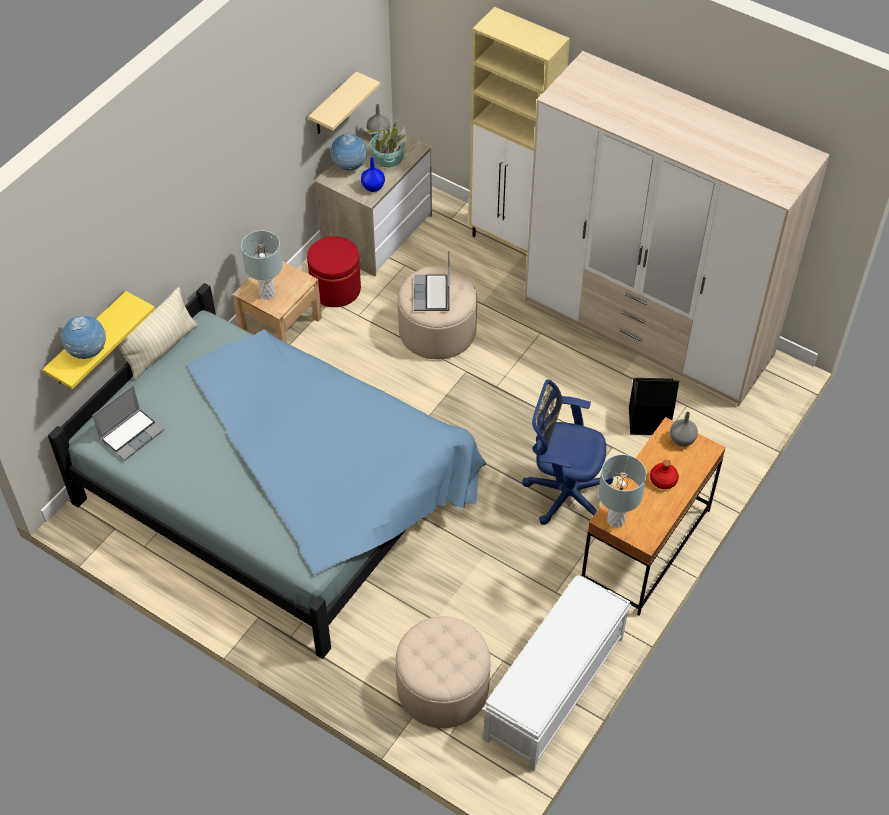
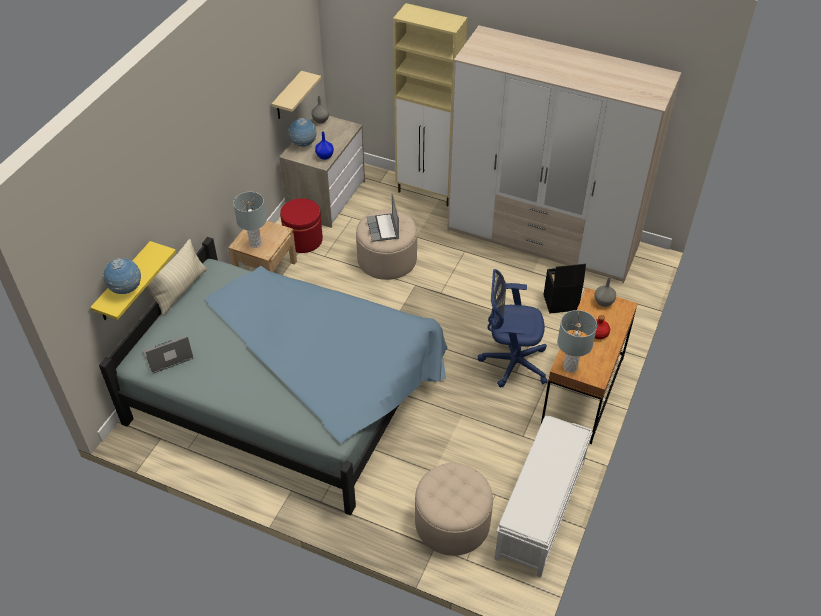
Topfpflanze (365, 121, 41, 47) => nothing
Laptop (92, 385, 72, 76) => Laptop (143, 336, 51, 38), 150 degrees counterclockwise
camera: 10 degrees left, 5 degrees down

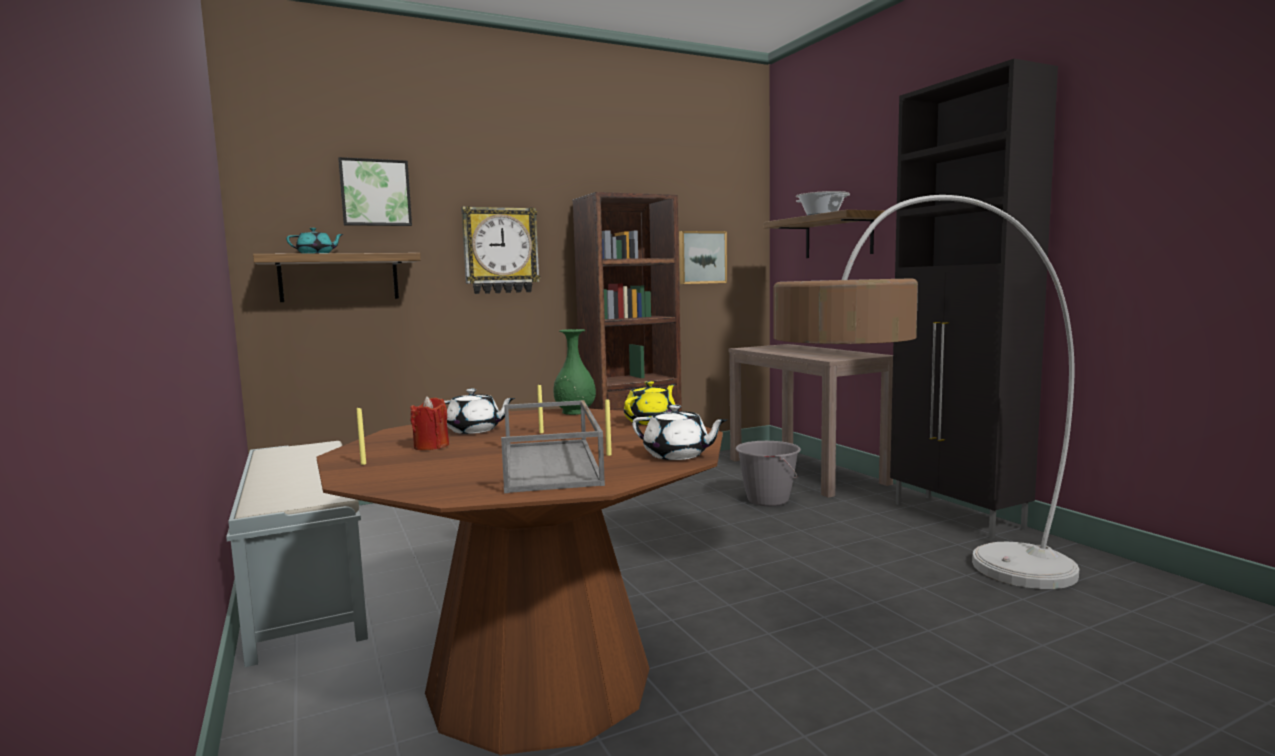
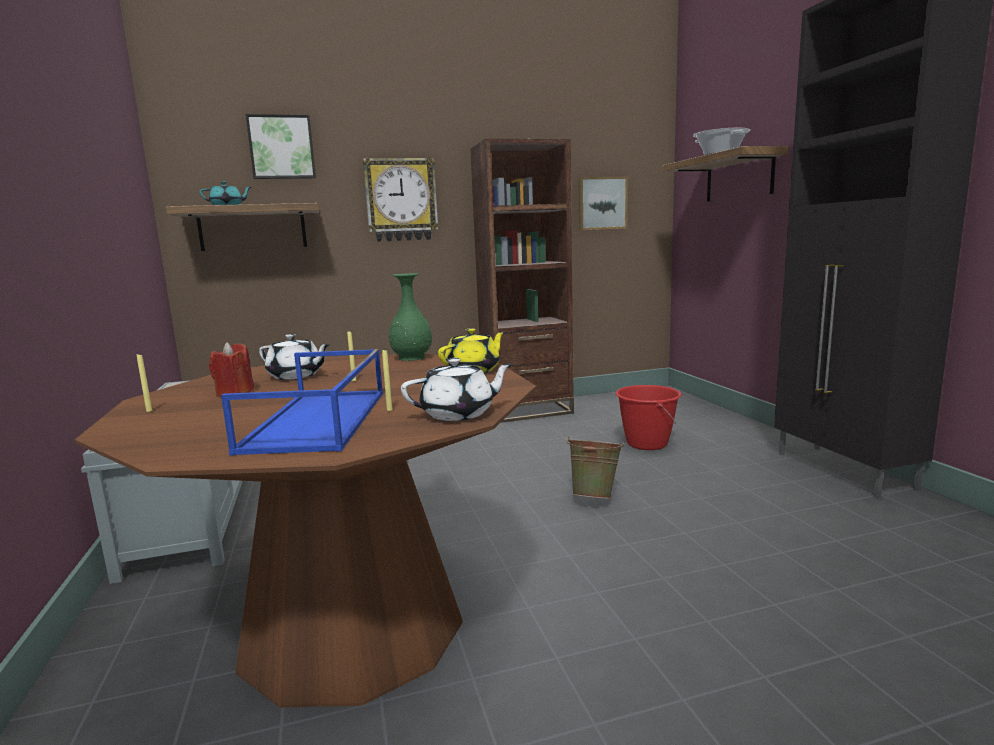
Konsolentisch [braun] (729, 344, 164, 154) => nothing
Stehlampe (774, 195, 305, 394) => nothing
nothing => Eimer [grün] (566, 437, 59, 62)
Tablett [grau] (501, 400, 104, 93) => Tablett [blau] (221, 349, 162, 107)
Eimer [grau] (735, 441, 66, 65) => Eimer [rot] (616, 385, 65, 65)
Teekanne [weiß] (632, 405, 95, 55) => Teekanne [weiß] (401, 358, 112, 63), 60 degrees counterclockwise
camera: 10 degrees right, 5 degrees up

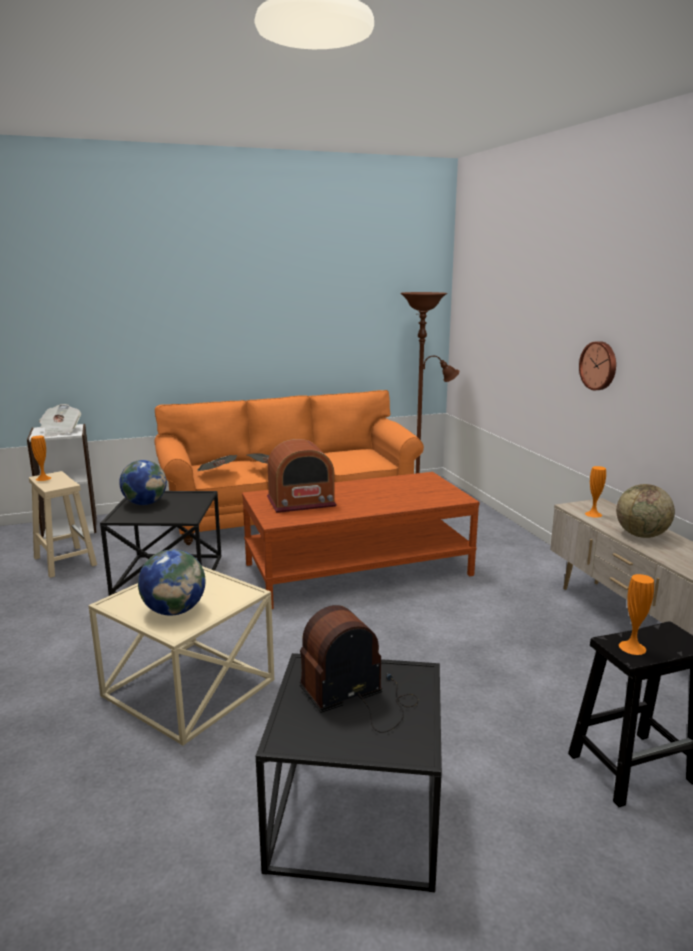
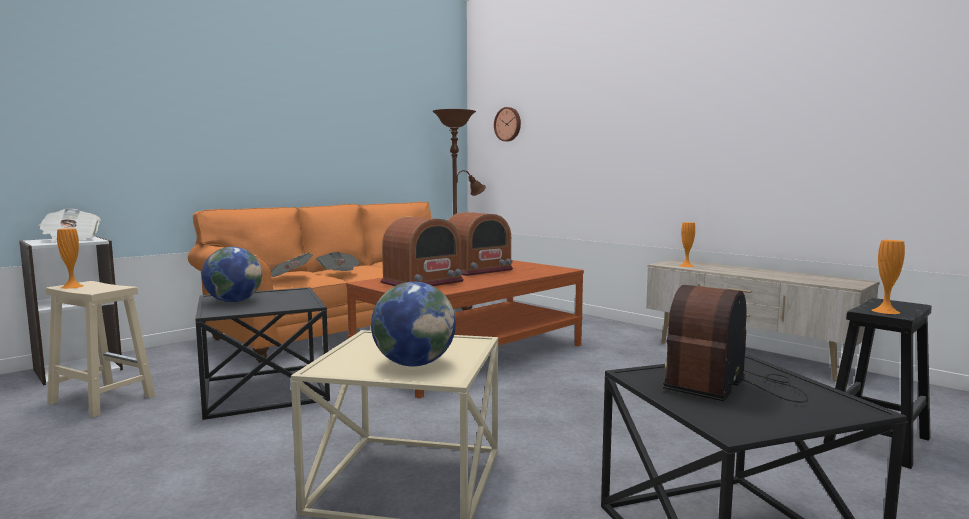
Globus (616, 484, 59, 54) => nothing
nothing => Radio (448, 212, 65, 64)
Wanduhr (579, 341, 37, 49) => Wanduhr (494, 107, 27, 35), moved
camera: 25 degrees left, 10 degrees down

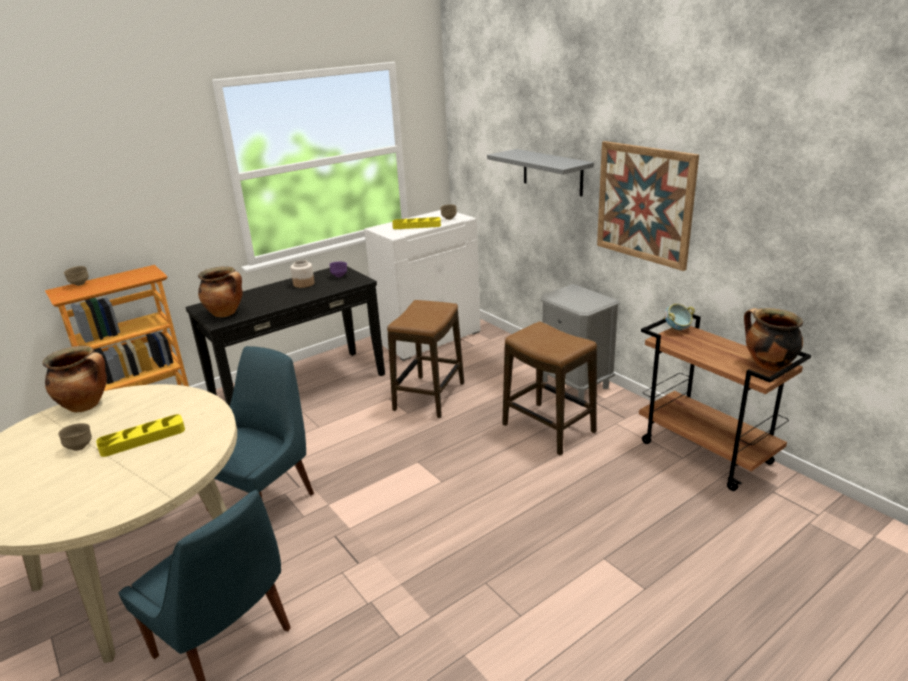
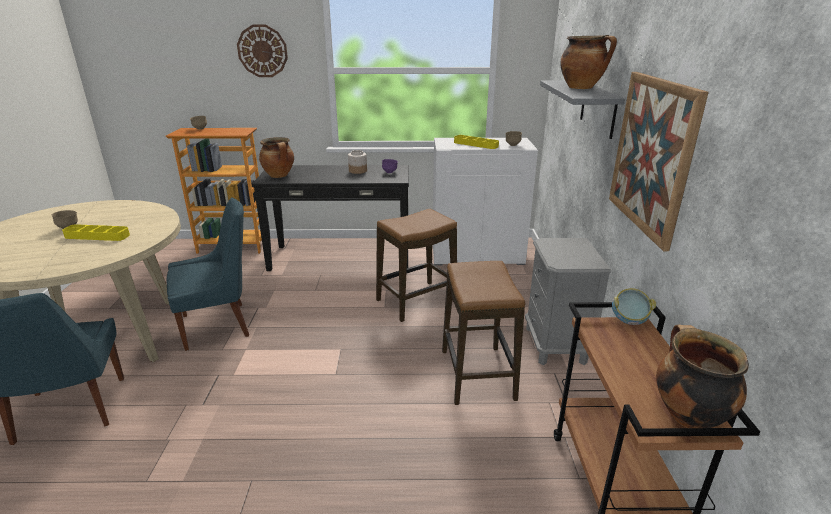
nothing => Wanduhr (237, 25, 51, 52)
Kochtopf (43, 346, 64, 66) => Kochtopf (560, 35, 57, 54), moved
camera: 35 degrees right, 0 degrees up

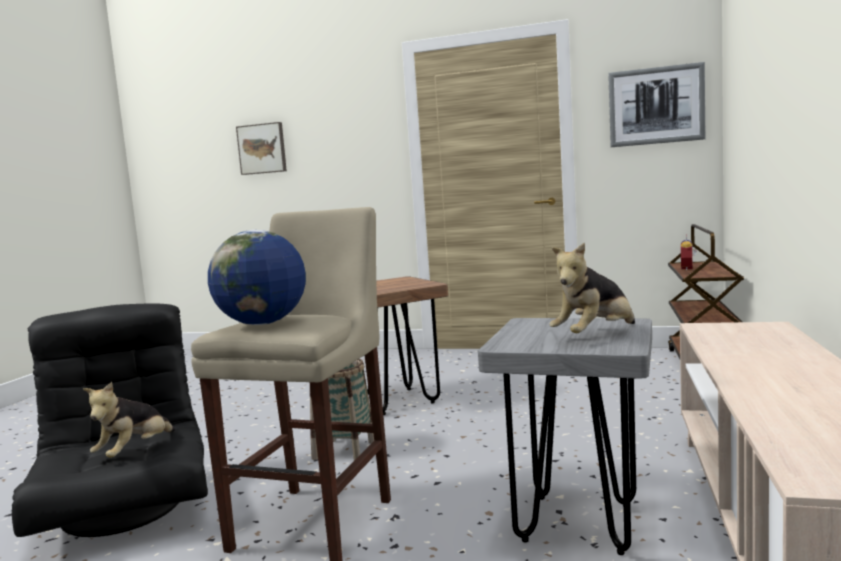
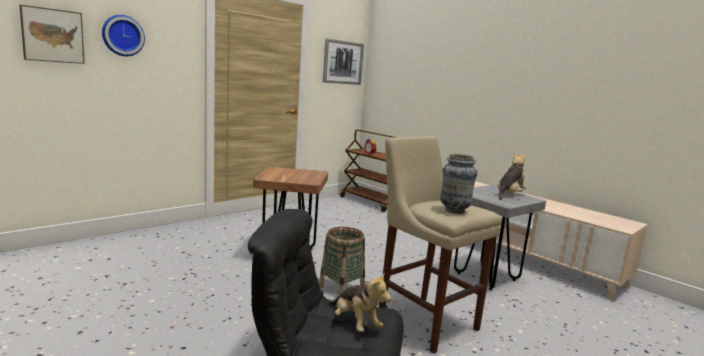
nothing => Wanduhr (102, 15, 43, 41)
Globus (208, 230, 98, 95) => Vase (440, 154, 37, 60)
Plüschtier (549, 242, 86, 91) => Plüschtier (497, 152, 29, 48), 135 degrees counterclockwise
camera: 60 degrees left, 5 degrees up

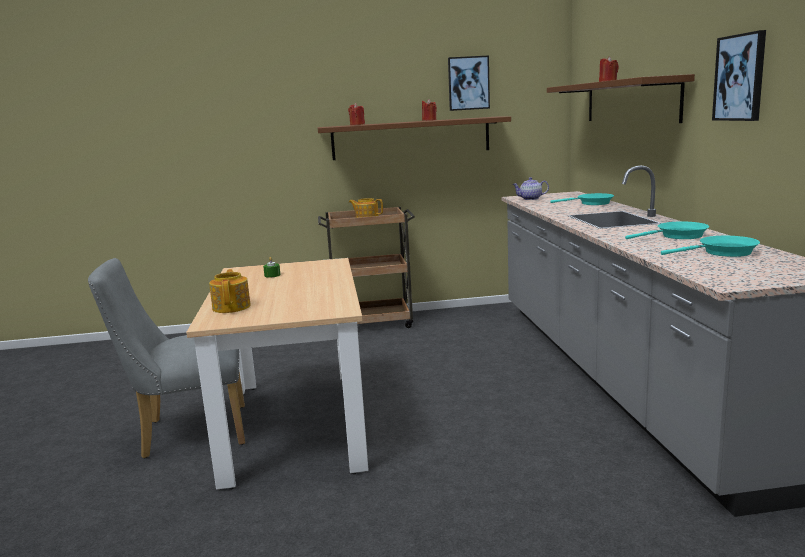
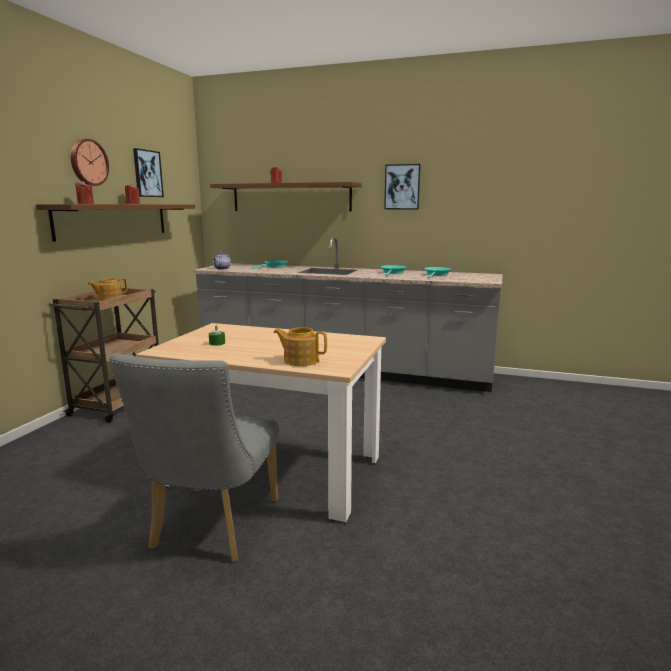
nothing => Wanduhr (71, 139, 38, 47)
camera: 65 degrees left, 0 degrees up

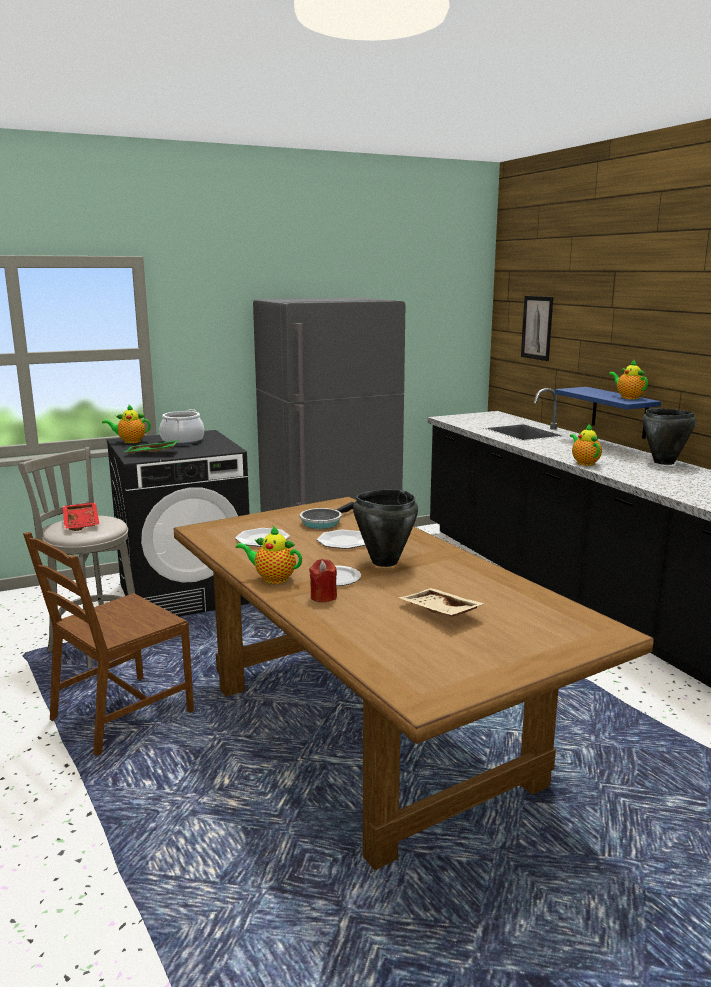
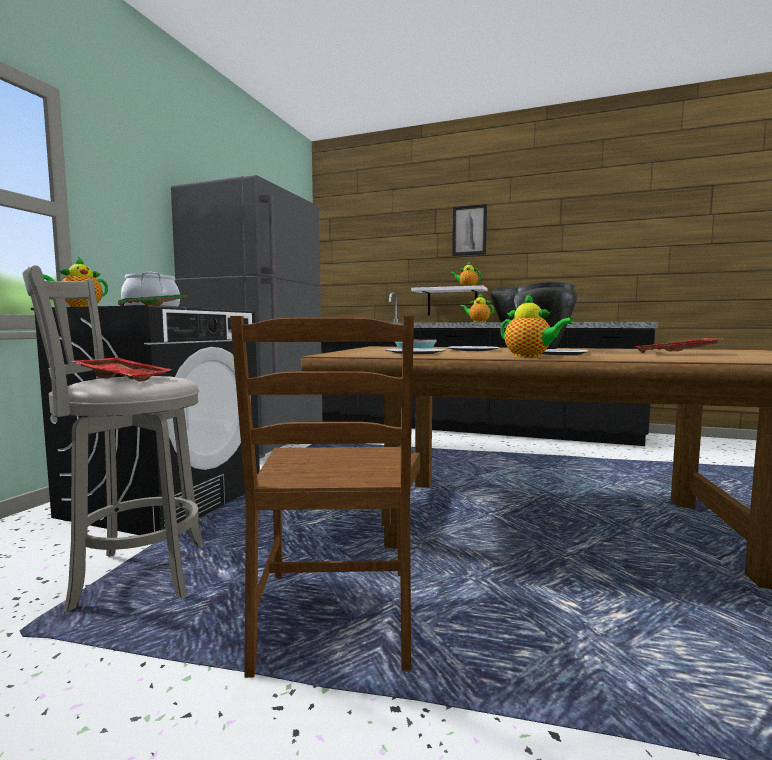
Kerze [rot] (309, 559, 28, 43) => nothing
Bild (521, 296, 32, 65) => Bild (452, 204, 35, 52), moved
Tablett [beige] (398, 588, 87, 29) => Tablett [rot] (635, 338, 85, 15)
Wandregal [blau] (555, 387, 106, 52) => Wandregal [weiß] (411, 286, 77, 29)
Teekanne (236, 526, 66, 58) => Teekanne (500, 293, 74, 65), 105 degrees counterclockwise
camera: 45 degrees left, 10 degrees down

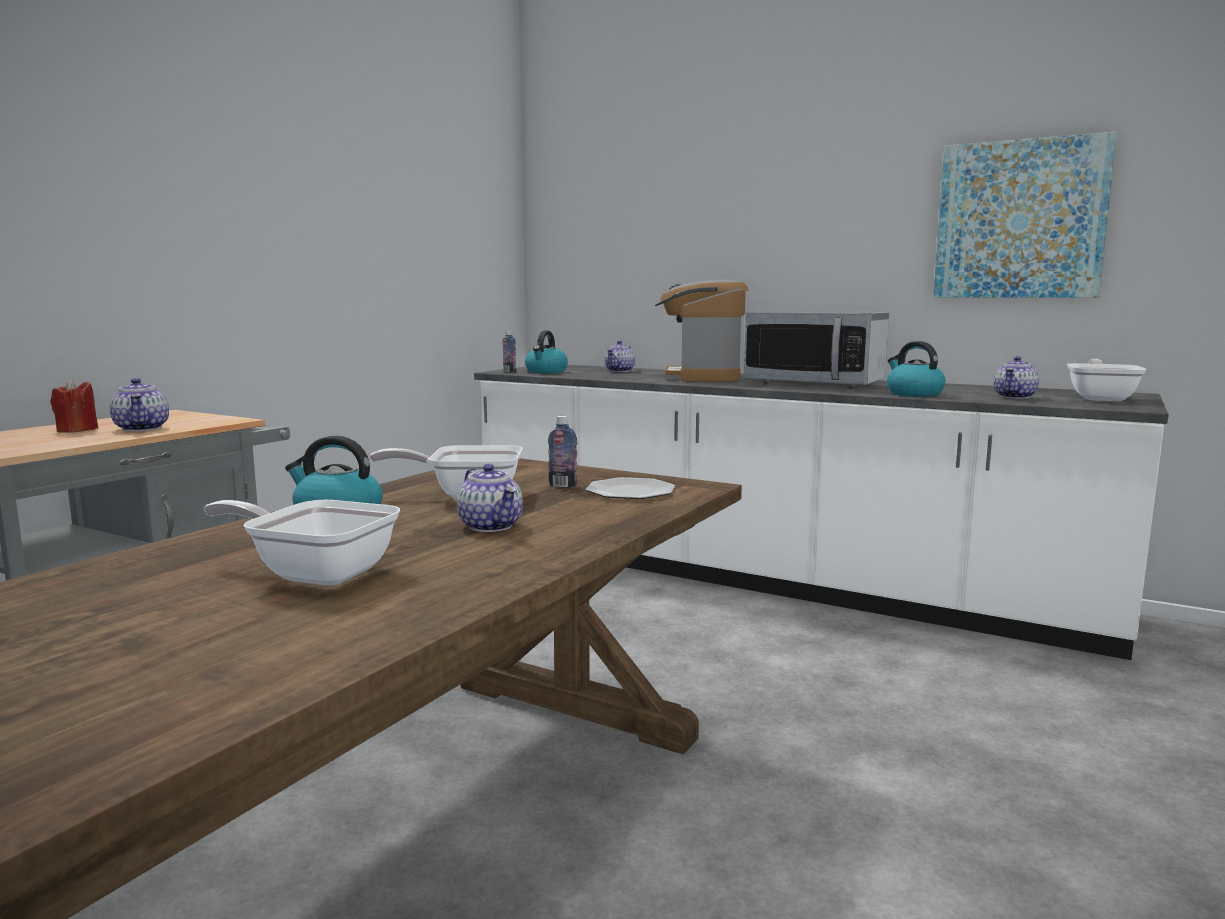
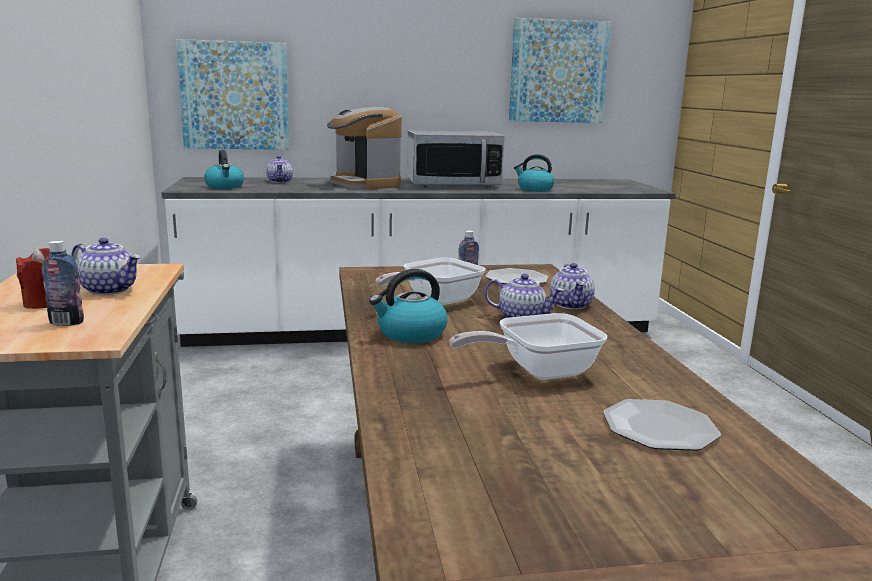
Pfanne (1067, 359, 80, 42) => nothing
nothing => Bild (176, 39, 113, 111)
nothing => Teller (603, 399, 118, 52)
Flasche (503, 331, 13, 41) => Flasche (42, 241, 42, 85), moved
Teekanne (993, 356, 46, 43) => Teekanne (550, 263, 45, 46), moved
camera: 40 degrees left, 5 degrees up

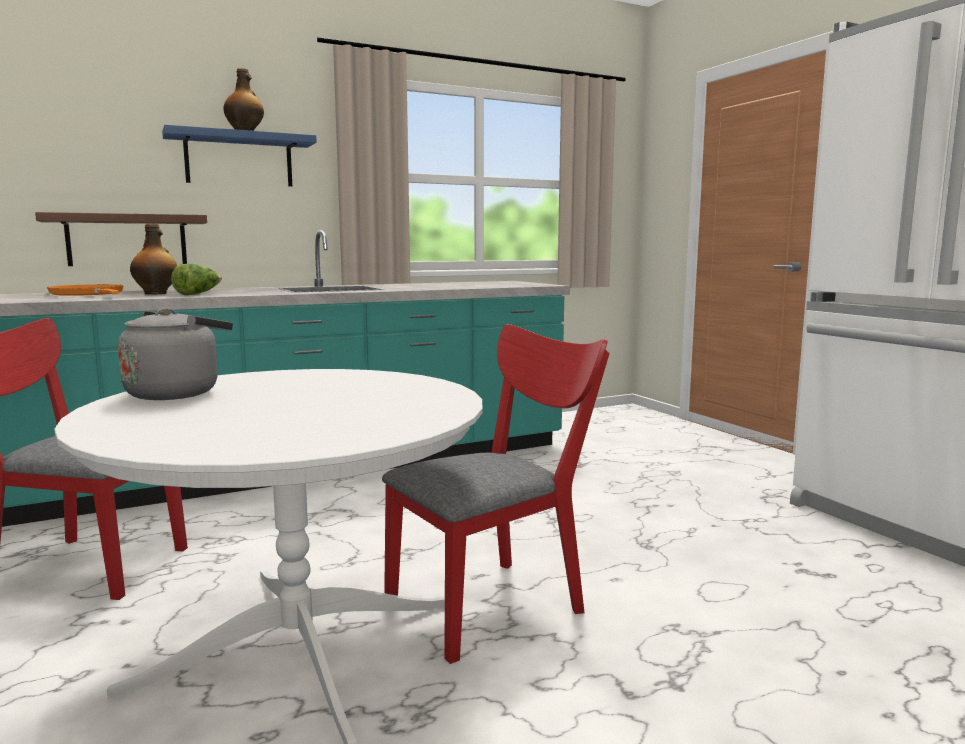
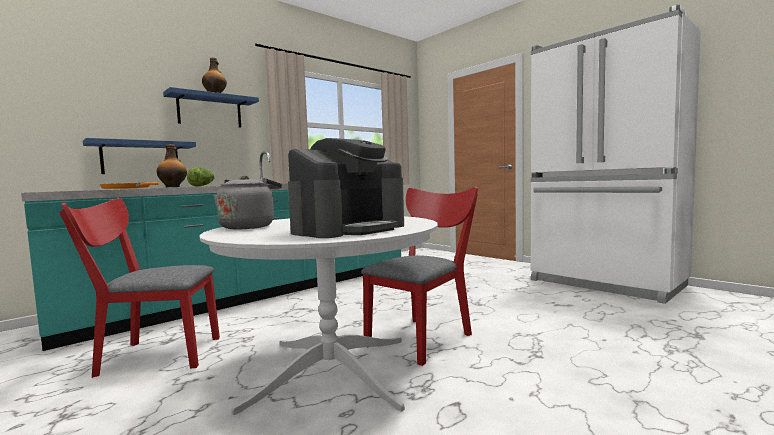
nothing => Kaffeemaschine (288, 138, 116, 100)
Wandregal [braun] (35, 212, 172, 54) => Wandregal [blau] (83, 138, 113, 36)
camera: 15 degrees left, 5 degrees down

